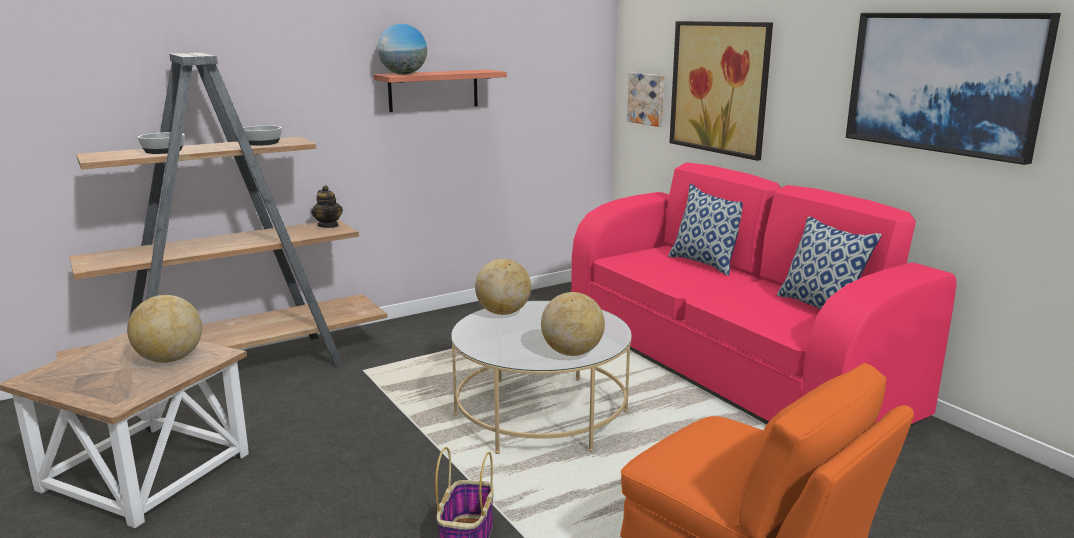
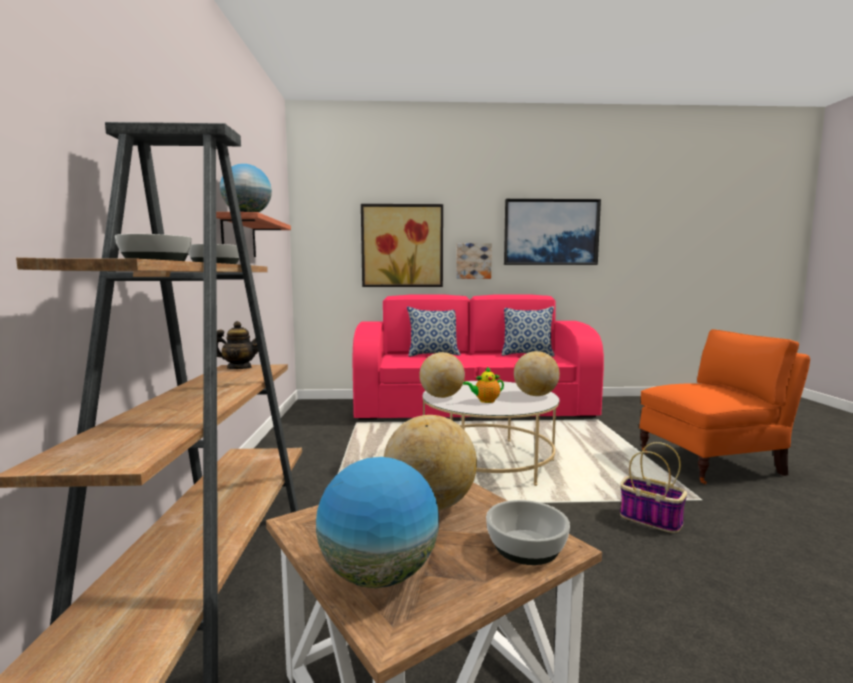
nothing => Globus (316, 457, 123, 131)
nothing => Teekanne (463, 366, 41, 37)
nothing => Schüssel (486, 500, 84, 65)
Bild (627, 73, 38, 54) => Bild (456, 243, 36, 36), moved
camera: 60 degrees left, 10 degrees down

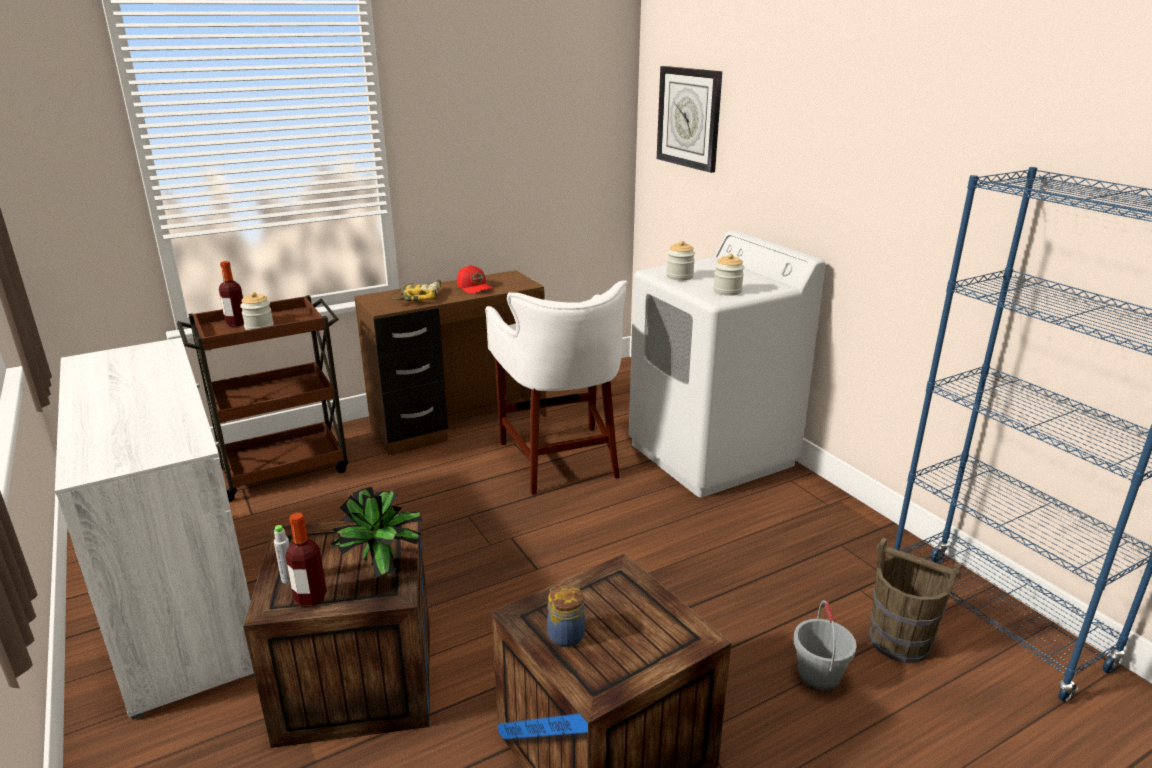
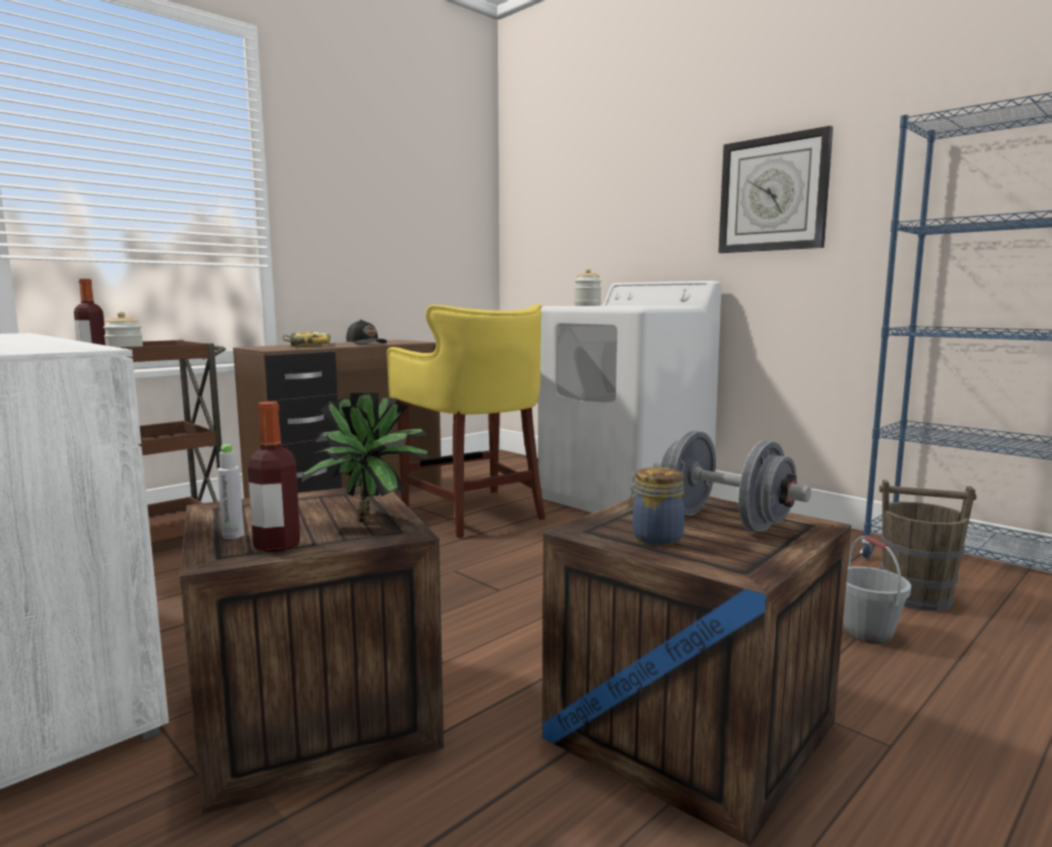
Vorratsglas (713, 253, 31, 43) => nothing
nothing => Hantel [grau] (653, 431, 158, 101)
Wanduhr (657, 66, 65, 107) => Wanduhr (718, 126, 115, 127), moved
Kappe [rot] (457, 265, 36, 28) => Kappe [schwarz] (346, 319, 41, 25)
Hocker [weiß] (485, 280, 143, 215) => Hocker [gelb] (387, 304, 158, 234)
camera: 15 degrees left, 15 degrees down

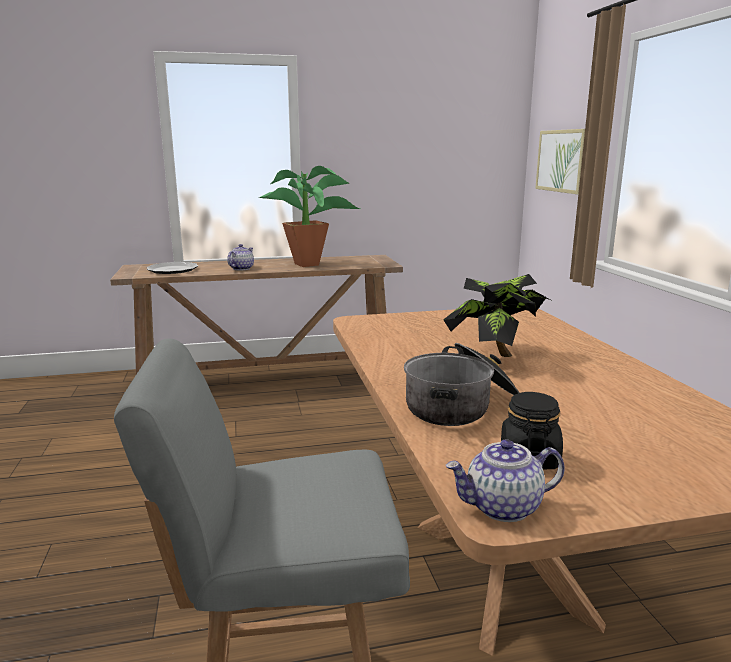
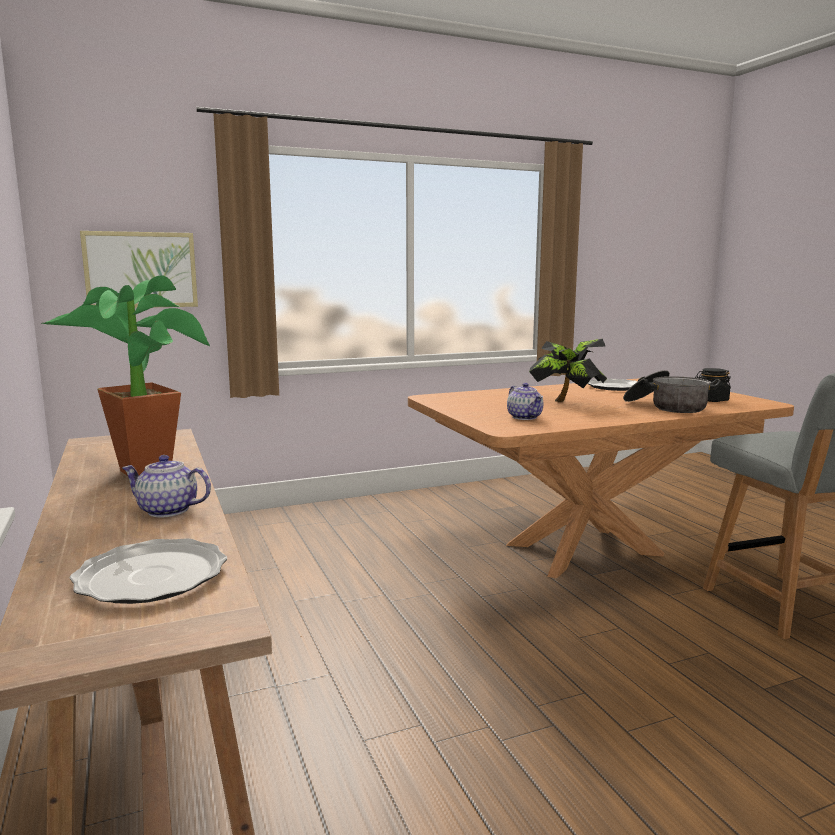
nothing => Teller (587, 378, 50, 13)
Teekanne (446, 439, 119, 83) => Teekanne (507, 383, 36, 37), moved
camera: 100 degrees left, 5 degrees down

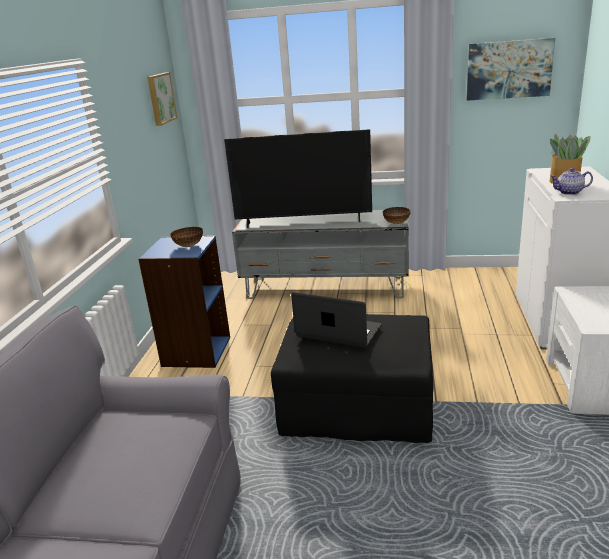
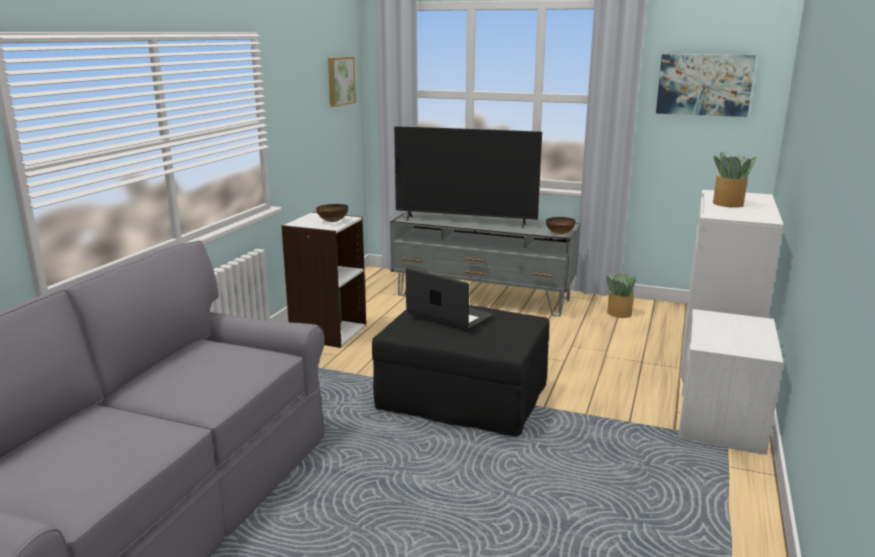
Teekanne (550, 168, 43, 27) => nothing
nothing => Topfpflanze (606, 272, 32, 46)
Bücherregal [blau] (138, 236, 92, 132) => Bücherregal [weiß] (281, 212, 85, 136)
camera: 10 degrees right, 5 degrees down

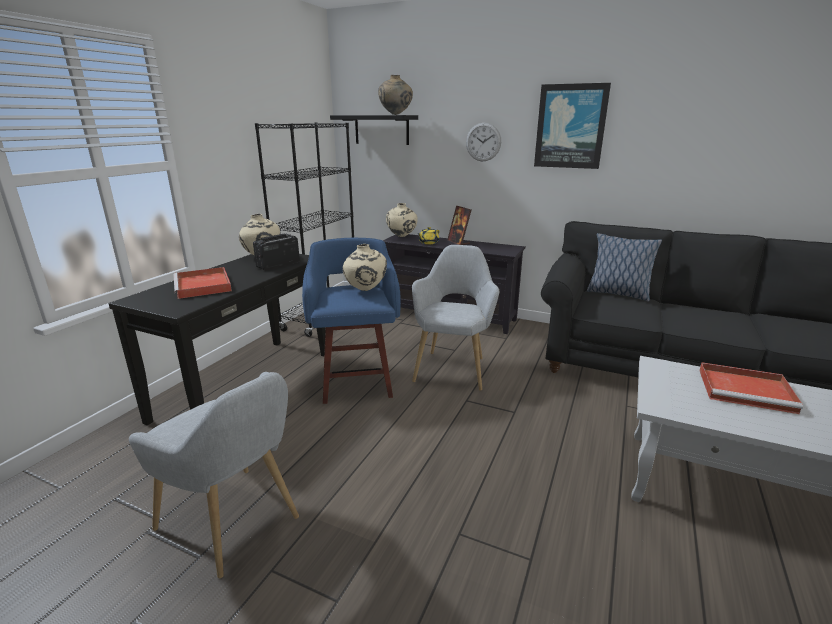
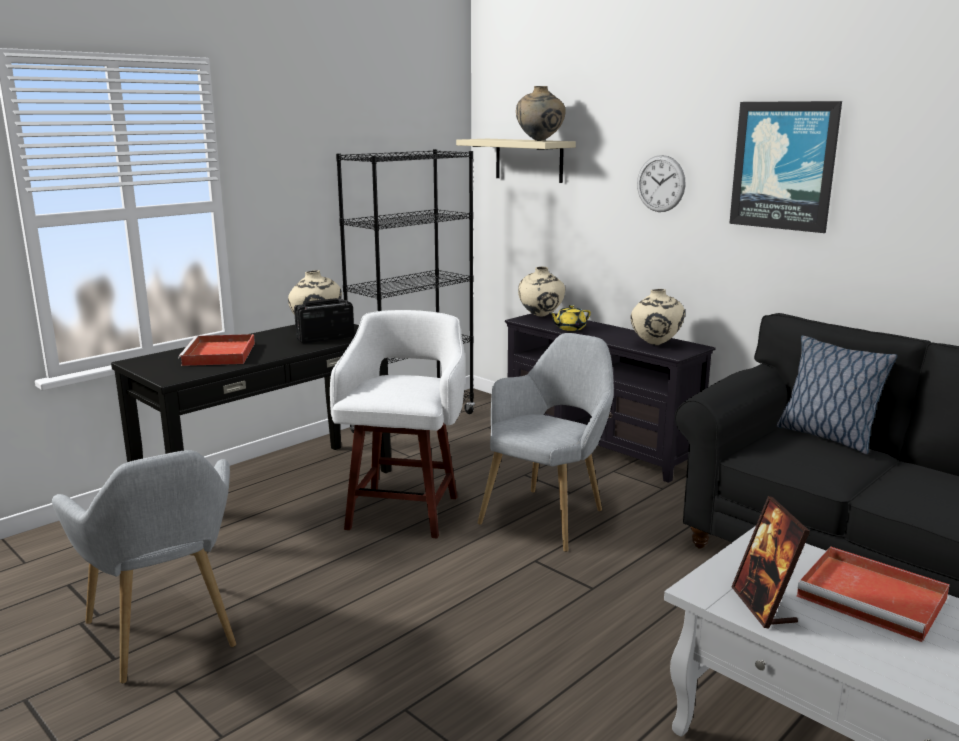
Vase [beige] (343, 244, 44, 47) => Vase [beige] (631, 289, 54, 56), moved
Bilderrahmen (447, 205, 24, 40) => Bilderrahmen (731, 496, 79, 133), moved
Hocker [blau] (302, 238, 99, 166) => Hocker [weiß] (330, 310, 135, 229)
Wandregal [schwarz] (330, 115, 88, 30) => Wandregal [beige] (456, 139, 120, 44)
camera: 20 degrees right, 5 degrees down

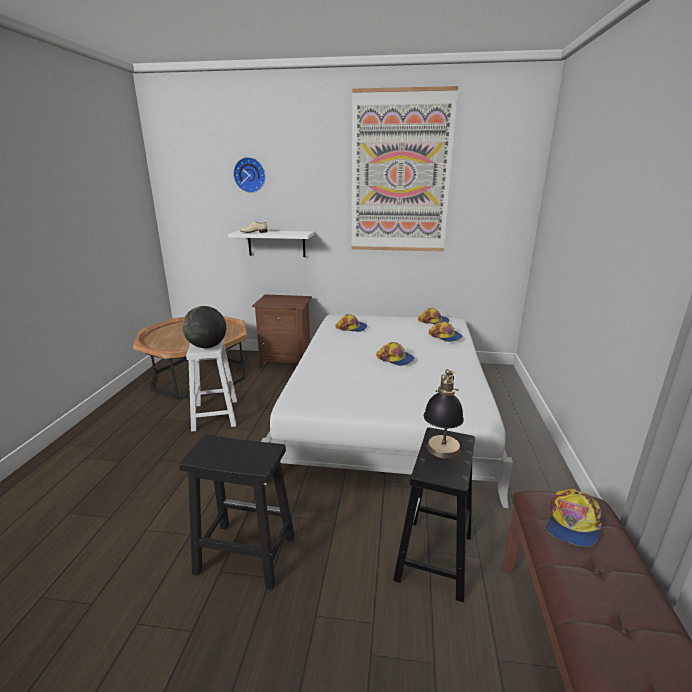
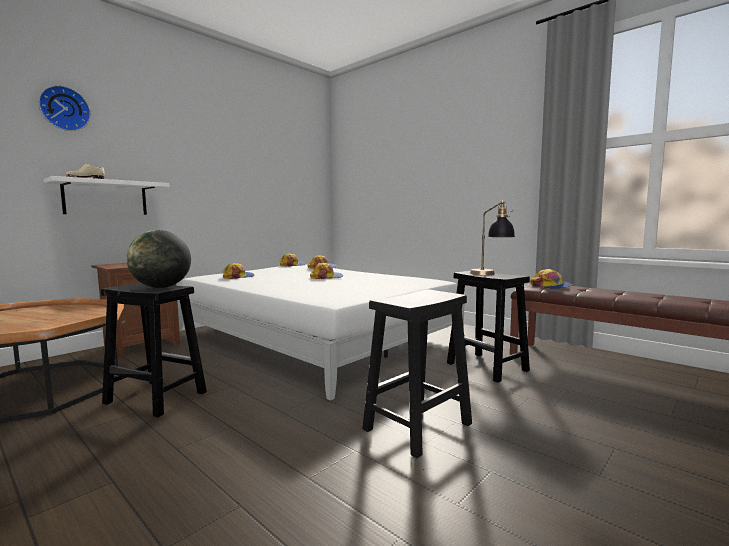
Bild (351, 86, 107, 166) => nothing
Hocker [weiß] (186, 338, 51, 94) => Hocker [schwarz] (101, 283, 106, 134)
camera: 55 degrees left, 15 degrees down

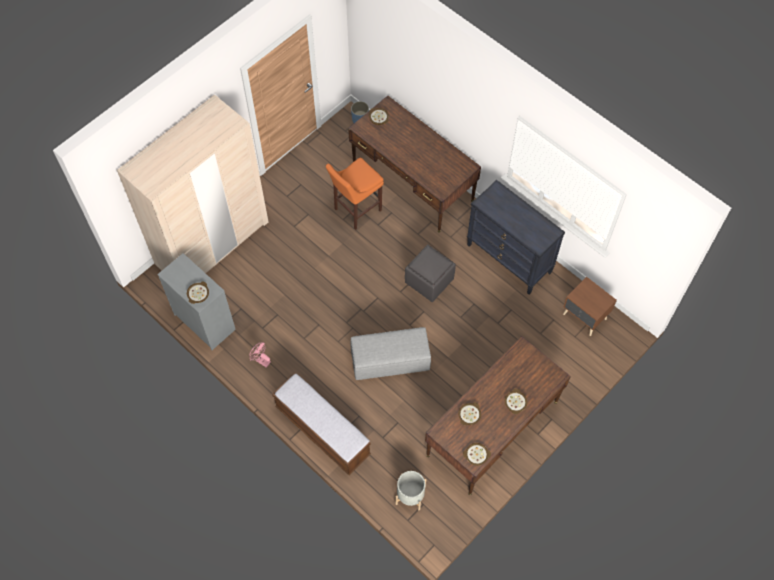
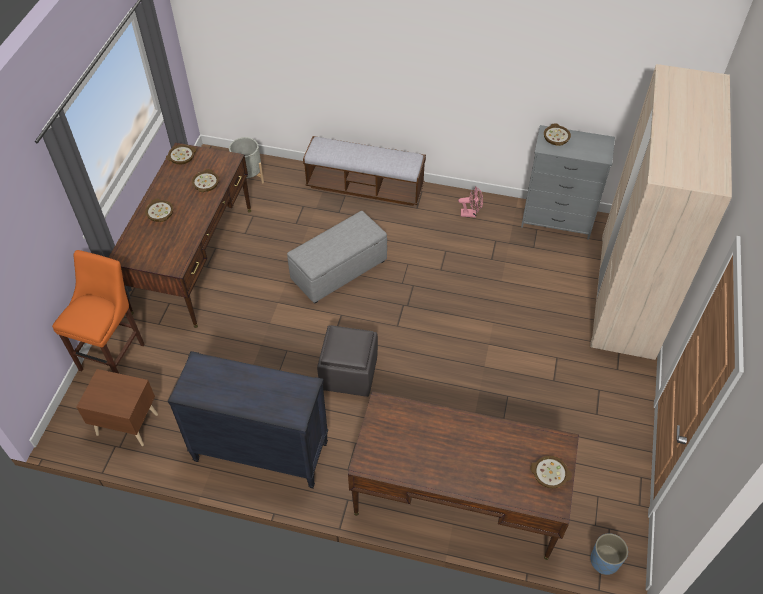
Hocker [orange] (326, 157, 58, 73) => Hocker [orange] (52, 250, 93, 123), moved
camera: 150 degrees right, 10 degrees down

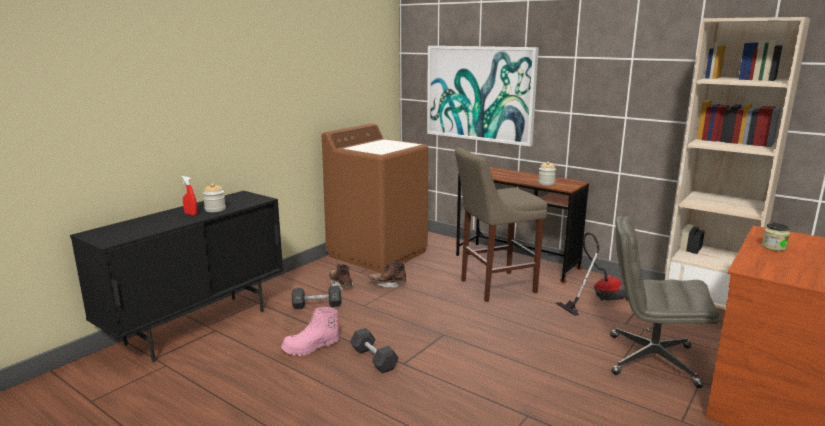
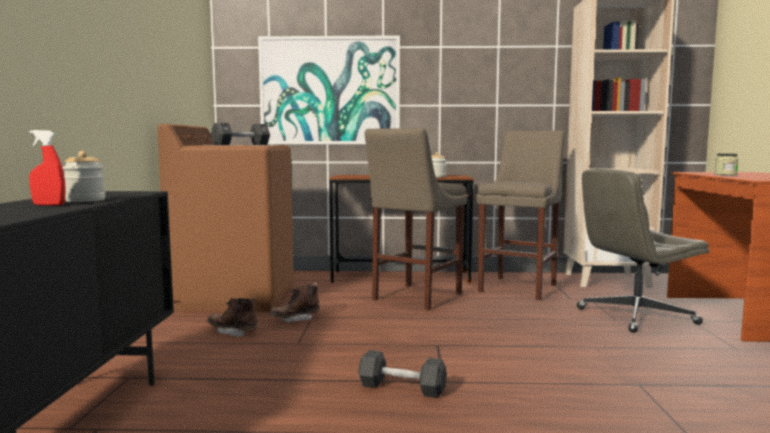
Stiefel [rosa] (281, 307, 58, 49) => nothing
Hantel [schwarz] (292, 286, 49, 23) => Hantel [schwarz] (211, 123, 59, 22), moved
Staubsauger (556, 232, 72, 84) => Hocker [beige] (476, 130, 89, 170)
camera: 35 degrees left, 10 degrees down

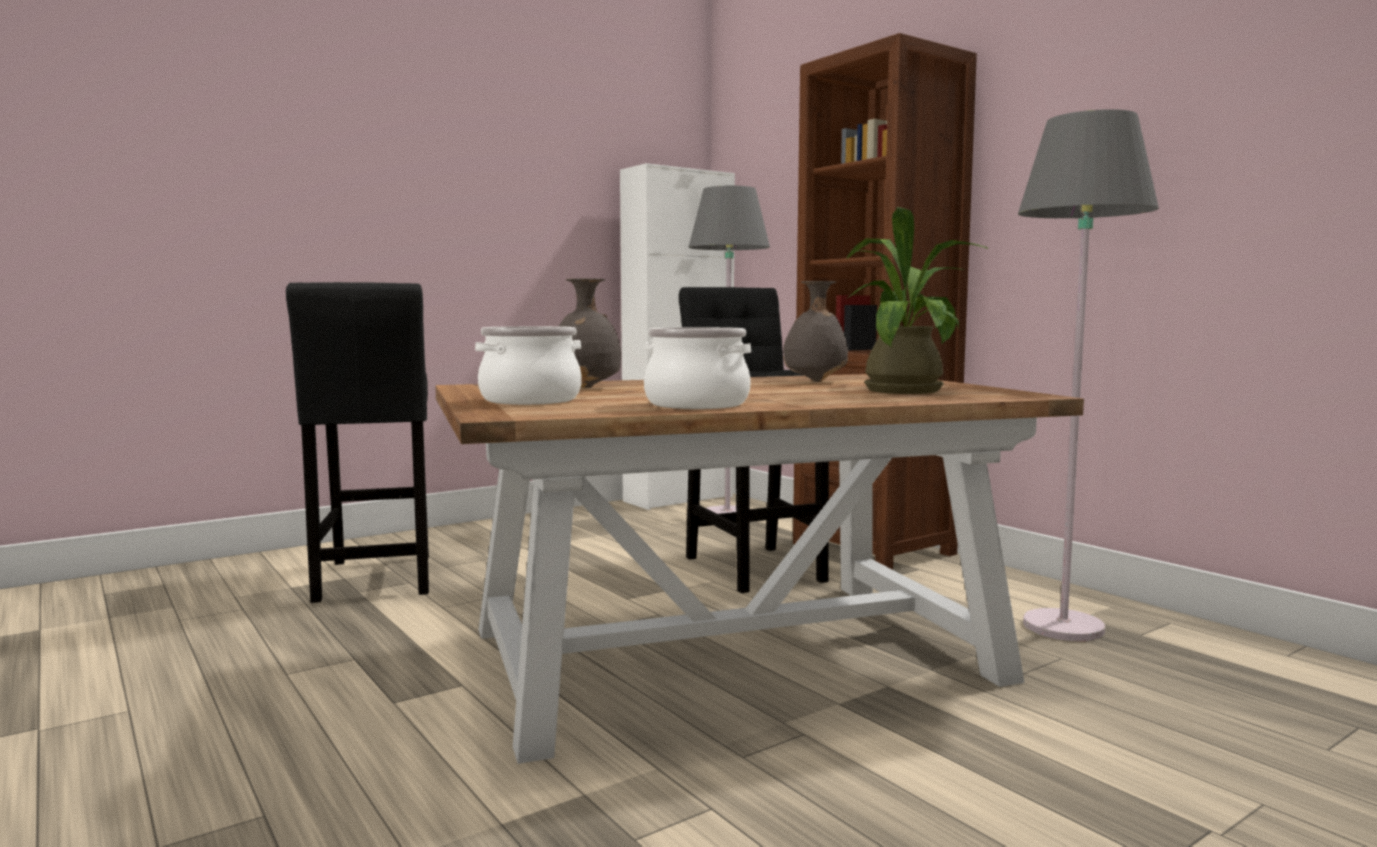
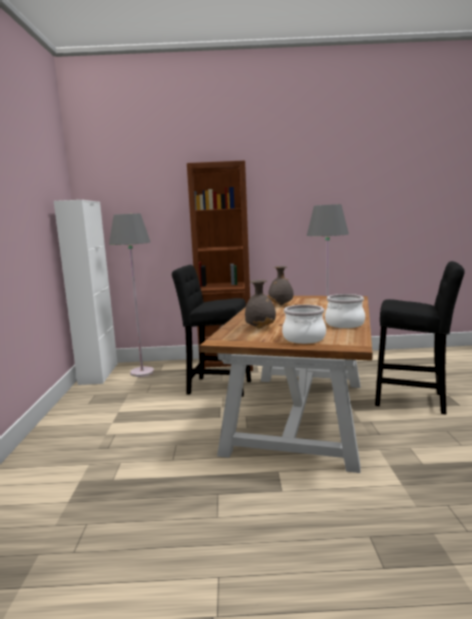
Topfpflanze (846, 207, 143, 187) => nothing
Hocker [schwarz] (286, 282, 143, 321) => Hocker [schwarz] (375, 261, 90, 154), moved
camera: 55 degrees left, 5 degrees up

